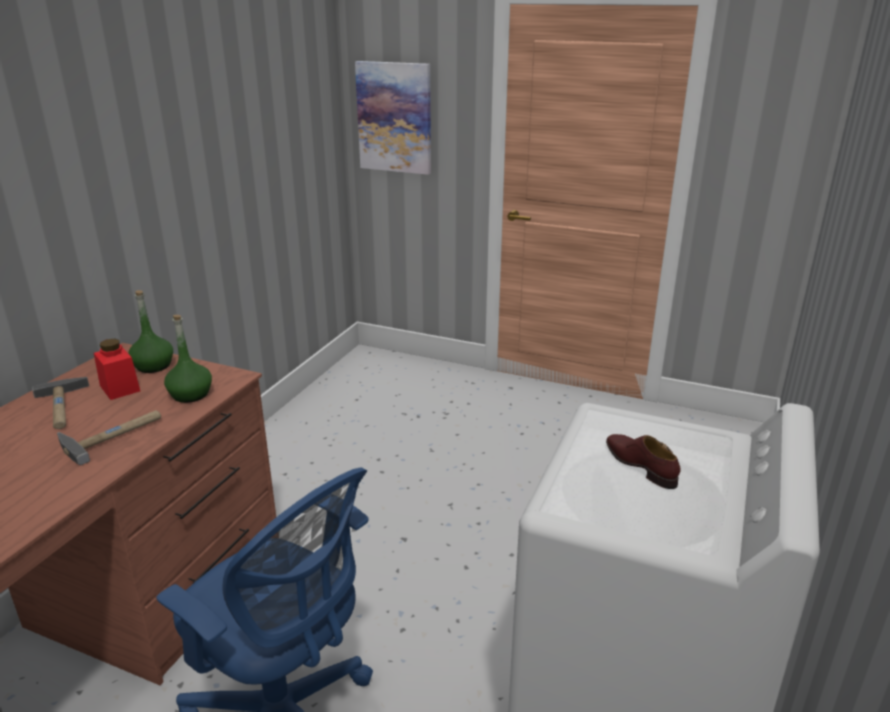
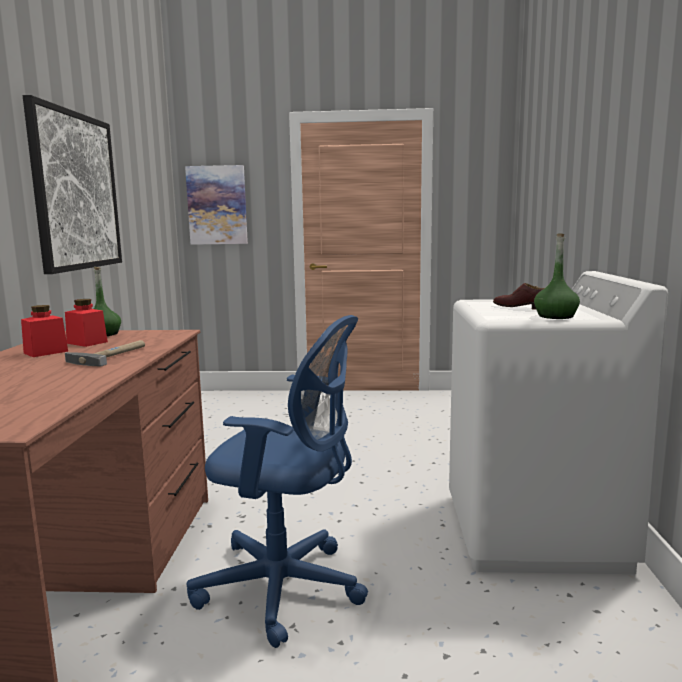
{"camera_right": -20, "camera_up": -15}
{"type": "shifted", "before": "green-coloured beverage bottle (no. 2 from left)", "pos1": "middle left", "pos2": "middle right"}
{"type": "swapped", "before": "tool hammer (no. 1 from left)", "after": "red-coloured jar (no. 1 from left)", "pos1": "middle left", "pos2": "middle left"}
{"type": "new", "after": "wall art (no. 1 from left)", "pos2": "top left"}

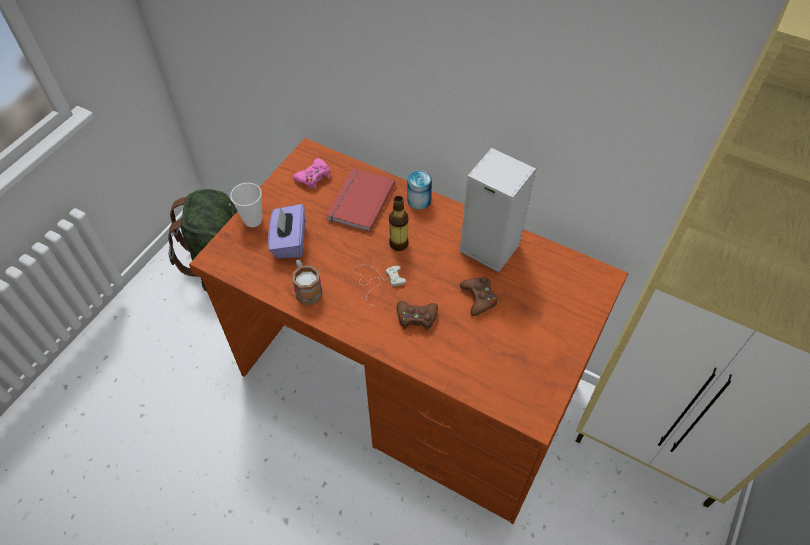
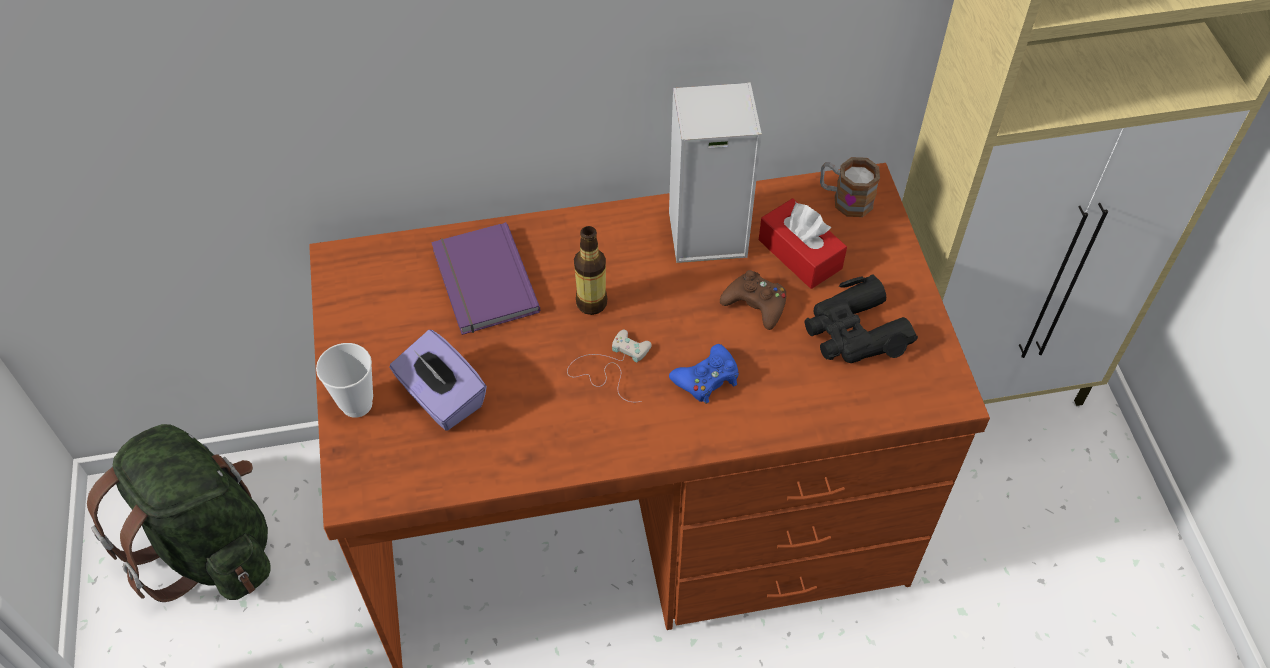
{"camera_right": -40, "camera_up": 0}
{"type": "gone", "before": "pink-coloured game controller", "pos1": "top centre"}
{"type": "repainted", "before": "red-coloured bound book", "after": "purple bound book", "pos1": "centre", "pos2": "centre"}
{"type": "gone", "before": "can", "pos1": "centre"}
{"type": "shifted", "before": "mug", "pos1": "centre", "pos2": "top right"}
{"type": "repainted", "before": "brown-coloured game controller (no. 1 from left)", "after": "bluish game controller", "pos1": "centre", "pos2": "centre"}
{"type": "new", "after": "red-coloured tissue holder", "pos2": "centre"}
{"type": "new", "after": "black binoculars", "pos2": "middle right"}

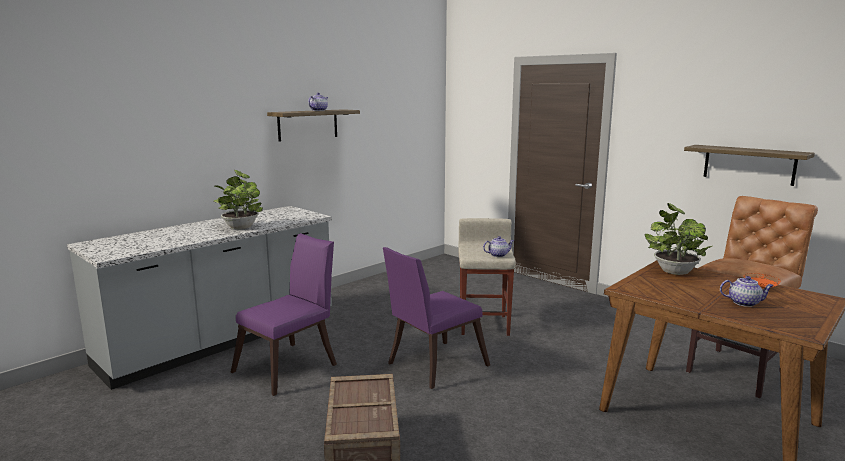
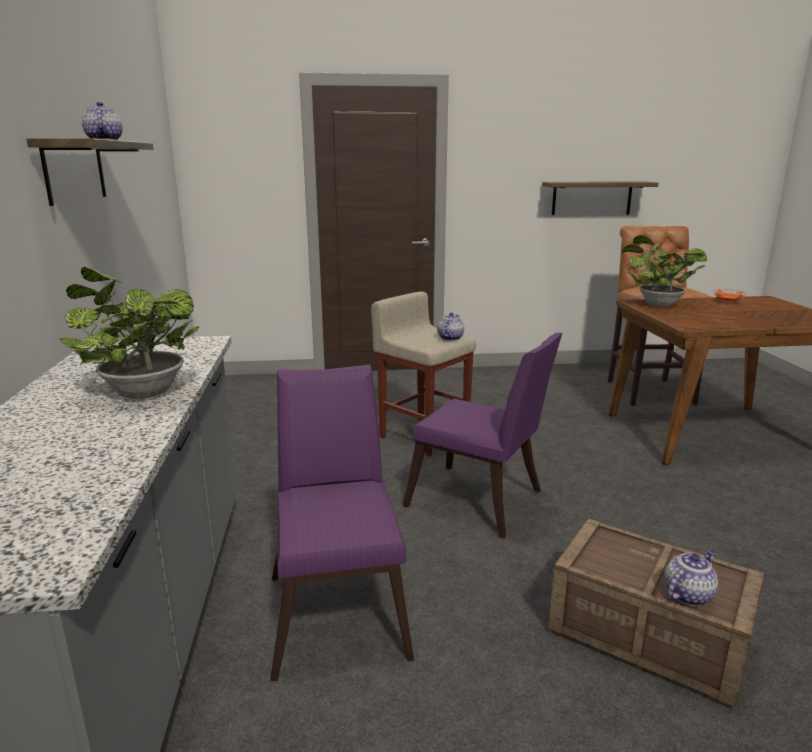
{"camera_right": -50, "camera_up": 5}
{"type": "rotated", "before": "purple plain chair (no. 2 from left)", "pos1": "bottom centre", "pos2": "centre", "turn": -60}
{"type": "shifted", "before": "teapot (no. 3 from left)", "pos1": "middle right", "pos2": "bottom right"}

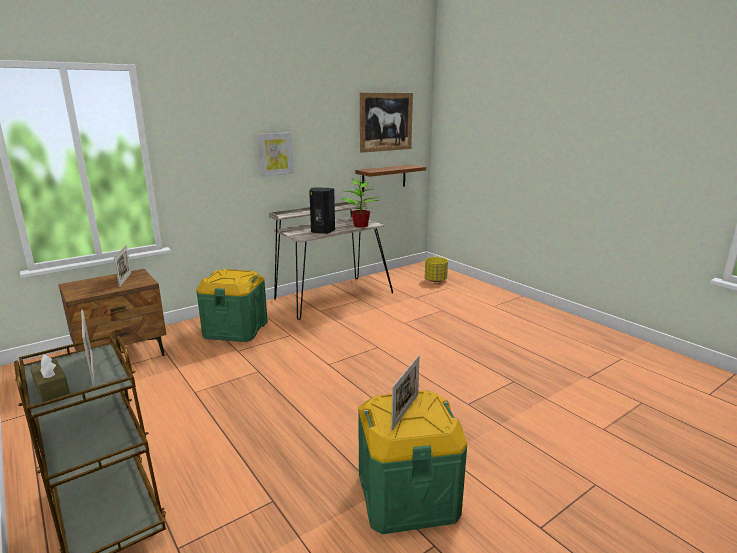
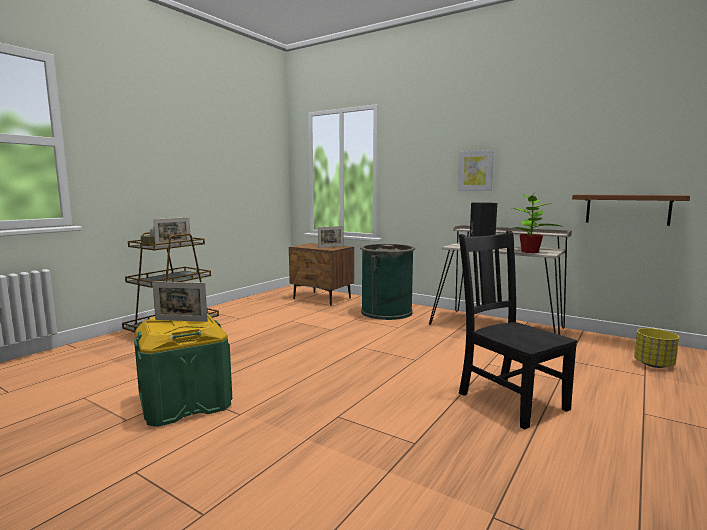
{"camera_right": 70, "camera_up": -10}
{"type": "gone", "before": "wall art (no. 2 from left)", "pos1": "top centre"}
{"type": "swapped", "before": "green-coloured storage container (no. 1 from left)", "after": "green-coloured waste bin", "pos1": "middle left", "pos2": "centre"}
{"type": "new", "after": "black plain chair", "pos2": "middle right"}

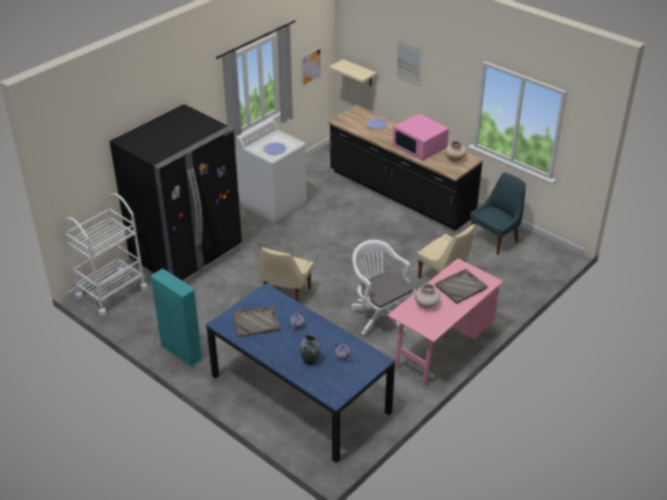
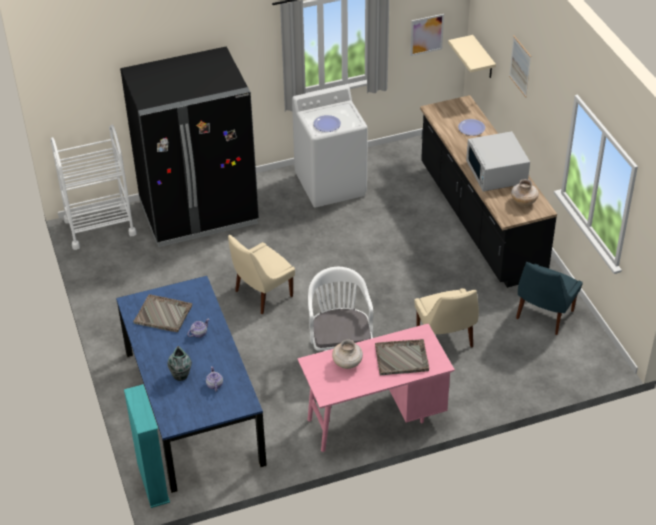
{"camera_right": 30, "camera_up": 5}
{"type": "repainted", "before": "pink-coloured microwave", "after": "white microwave", "pos1": "top centre", "pos2": "top right"}
{"type": "rotated", "before": "bluish plain chair", "pos1": "middle right", "pos2": "middle right", "turn": 135}
{"type": "shifted", "before": "turquoise bookshelf", "pos1": "middle left", "pos2": "bottom left"}

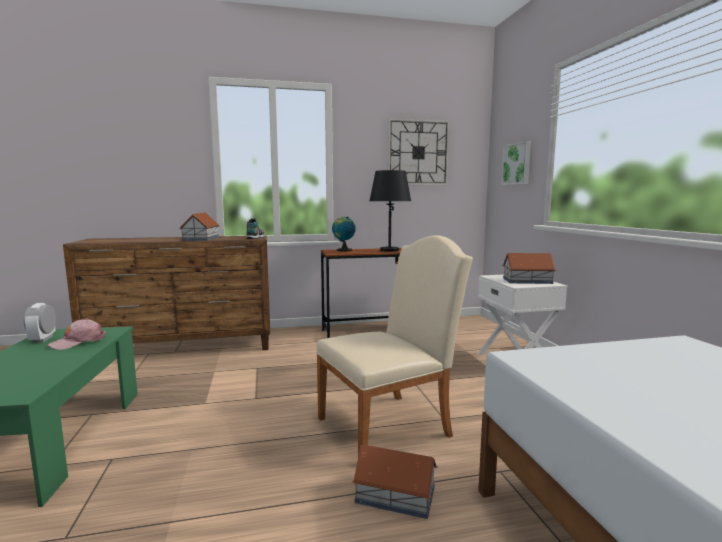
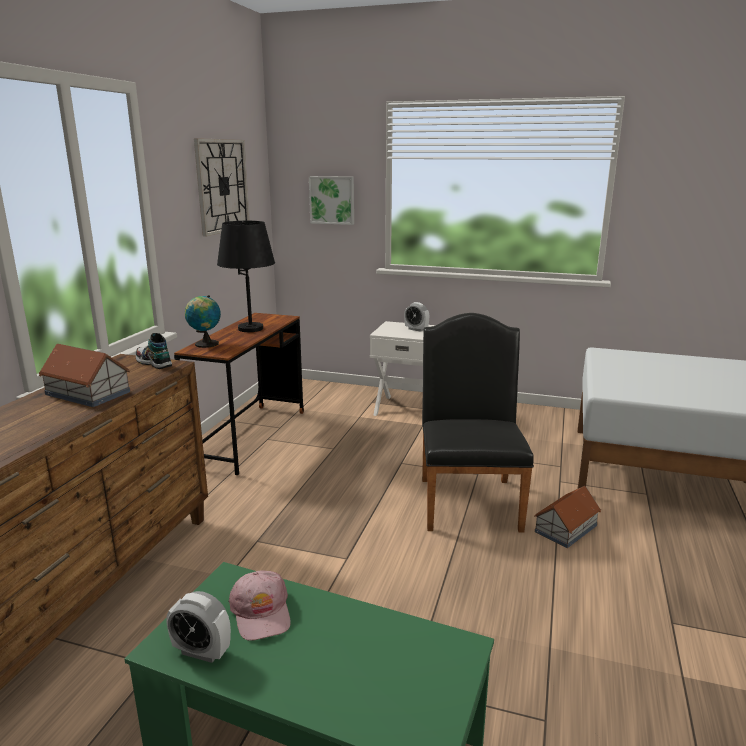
{"camera_right": -60, "camera_up": 10}
{"type": "repainted", "before": "beige plain chair", "after": "black plain chair", "pos1": "centre", "pos2": "centre"}
{"type": "swapped", "before": "miniature house (no. 3 from left)", "after": "table clock (no. 2 from left)", "pos1": "middle right", "pos2": "centre"}

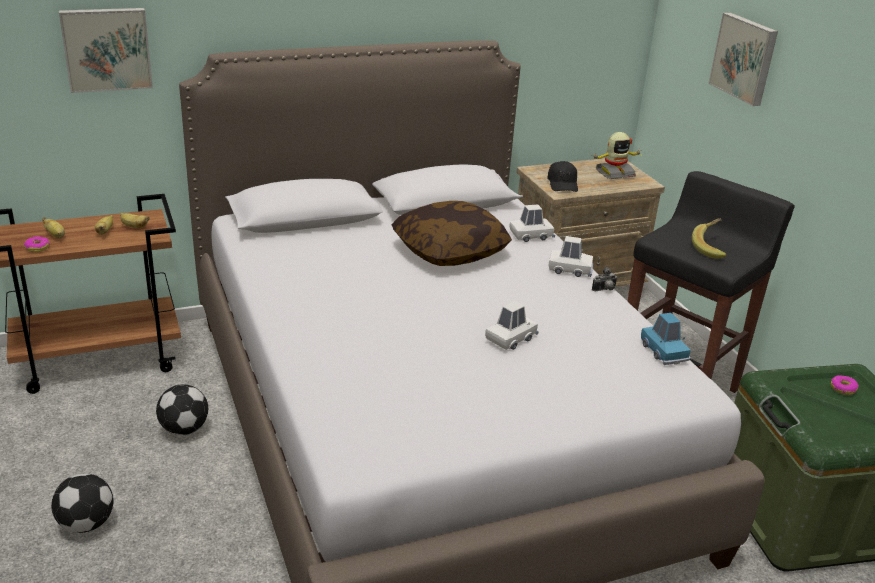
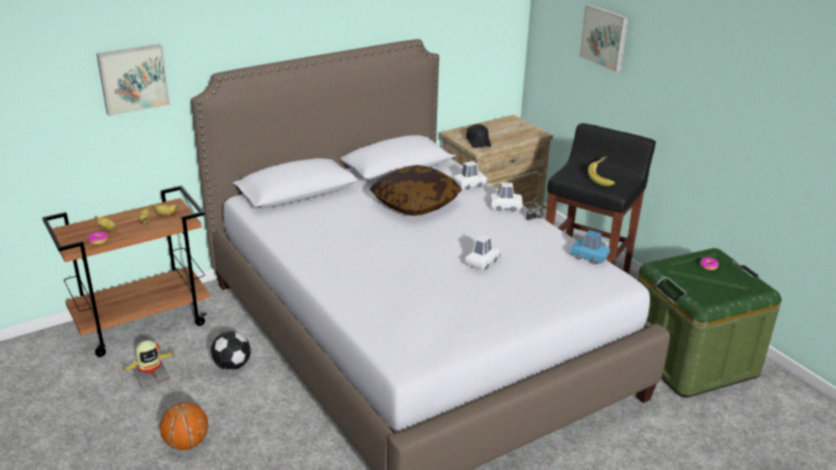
{"camera_right": -10, "camera_up": 0}
{"type": "shifted", "before": "model robot", "pos1": "top right", "pos2": "bottom left"}
{"type": "rotated", "before": "bluish toy car", "pos1": "middle right", "pos2": "middle right", "turn": 150}
{"type": "swapped", "before": "football ball (no. 1 from left)", "after": "basketball ball", "pos1": "bottom left", "pos2": "bottom left"}

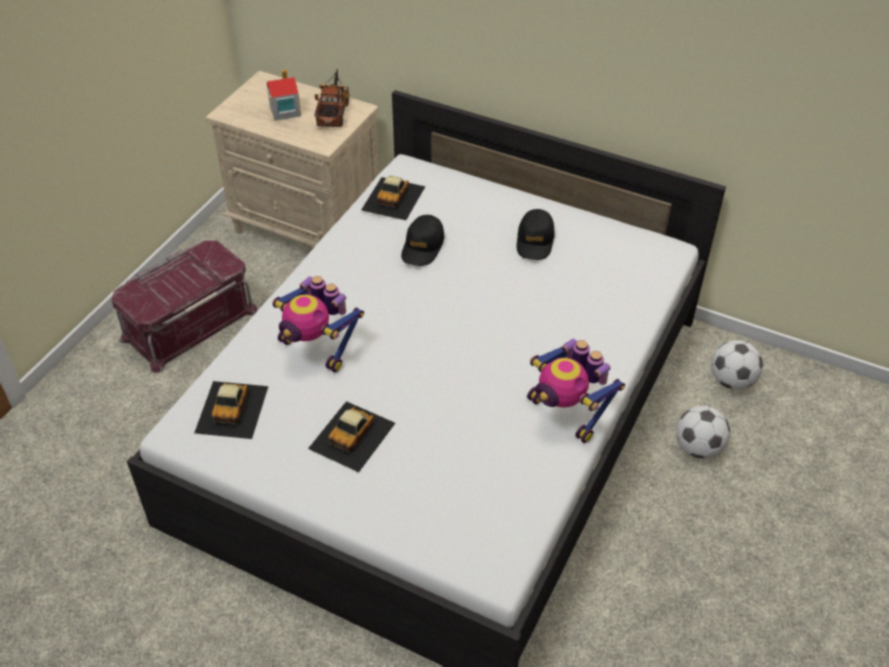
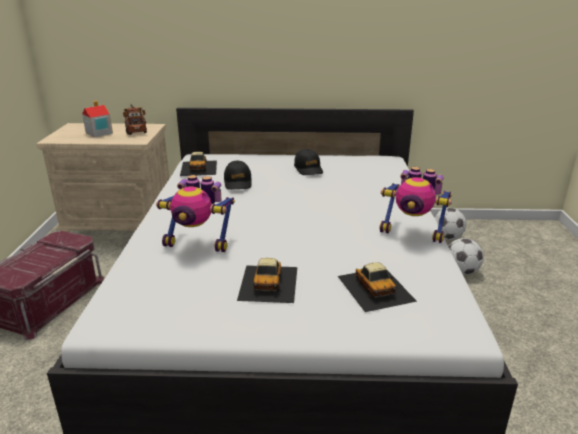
{"camera_right": -25, "camera_up": -20}
{"type": "shifted", "before": "toy car (no. 1 from left in the first image)", "after": "toy car (no. 3 from left)", "pos1": "middle left", "pos2": "centre"}

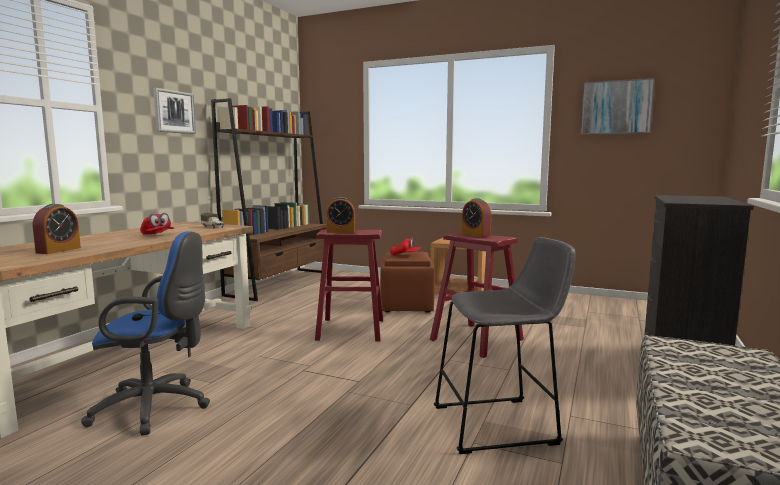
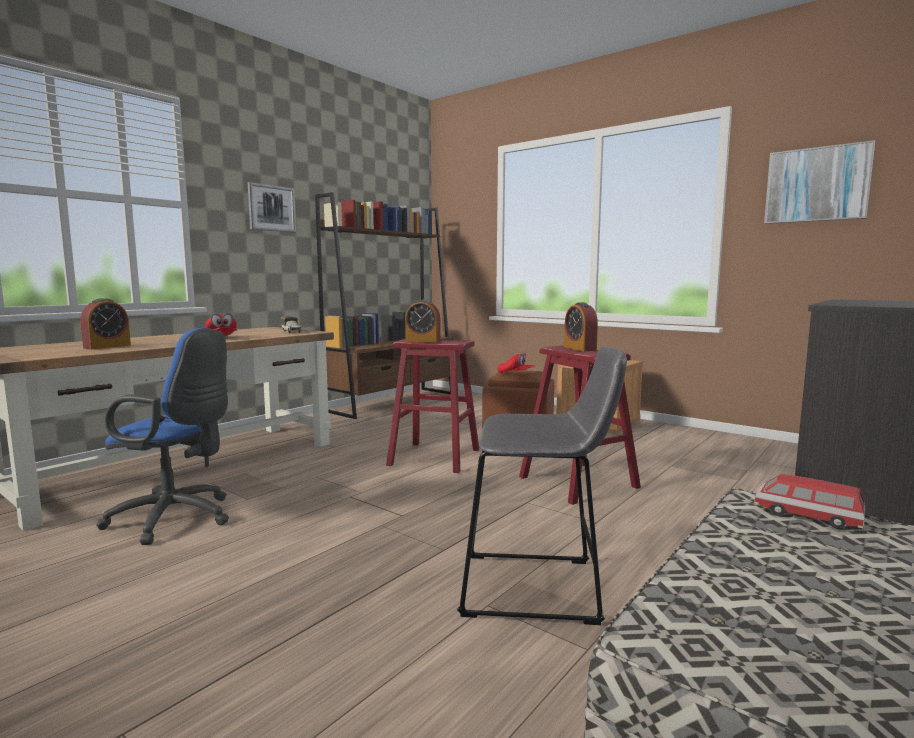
{"camera_right": 15, "camera_up": 0}
{"type": "new", "after": "toy car", "pos2": "bottom right"}

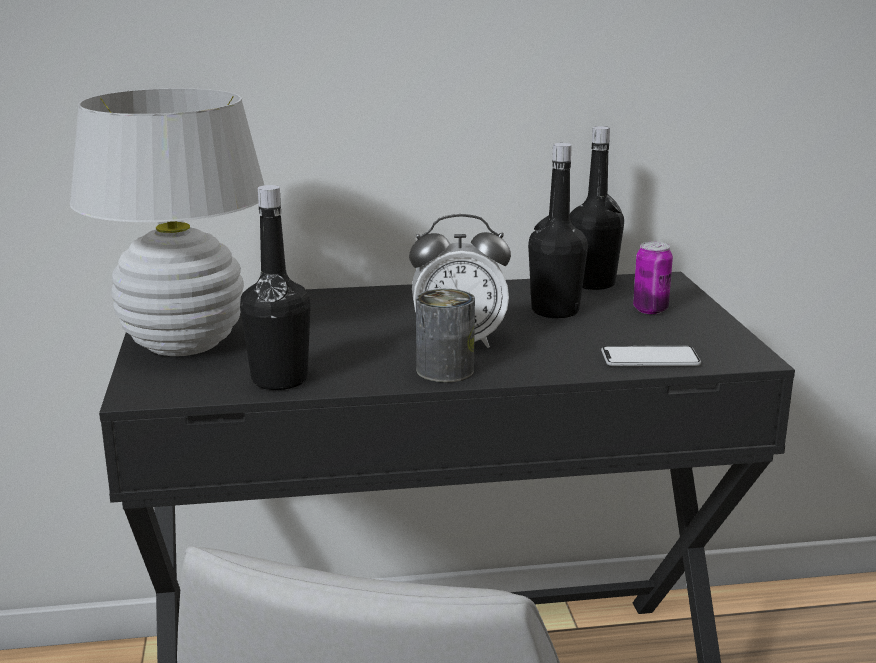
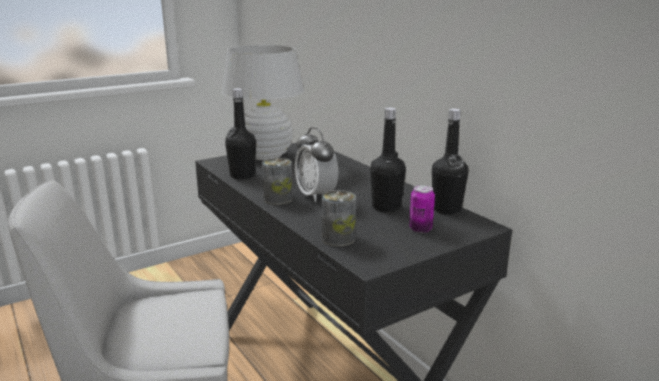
{"camera_right": 65, "camera_up": 0}
{"type": "swapped", "before": "phone", "after": "can (no. 2 from left)", "pos1": "middle right", "pos2": "centre"}

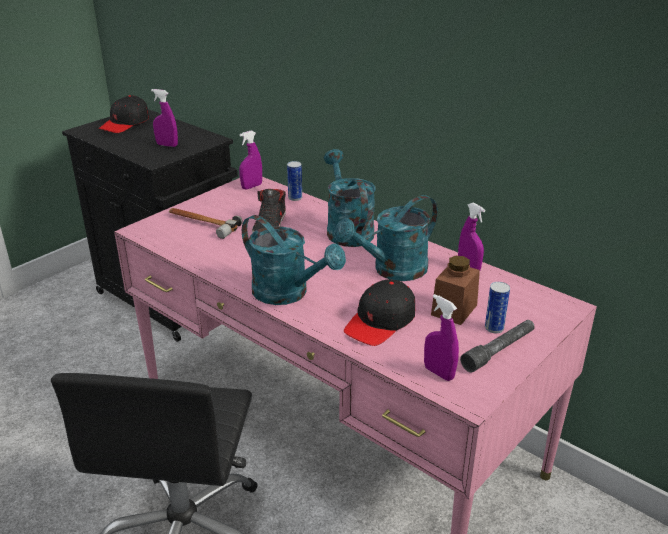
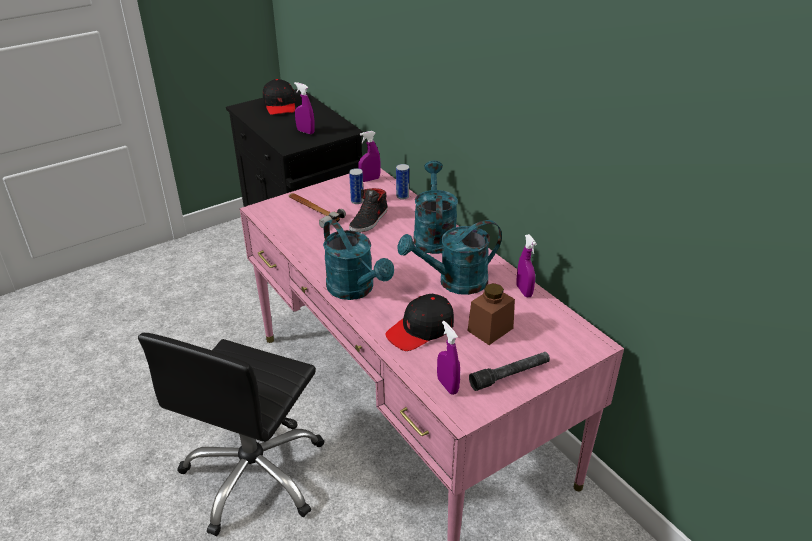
{"camera_right": 15, "camera_up": 5}
{"type": "rotated", "before": "black peaked cap (no. 1 from left)", "pos1": "top left", "pos2": "top centre", "turn": -60}
{"type": "shifted", "before": "can (no. 2 from left in the first image)", "after": "can (no. 1 from left)", "pos1": "middle right", "pos2": "centre"}

